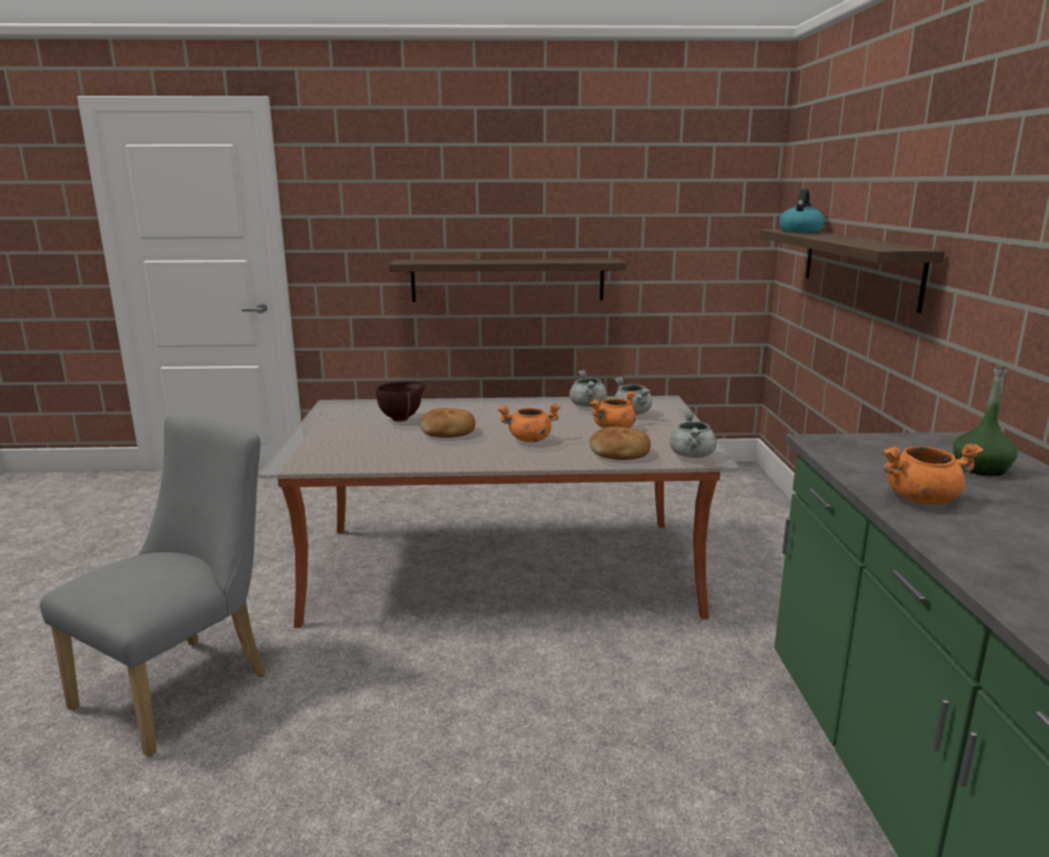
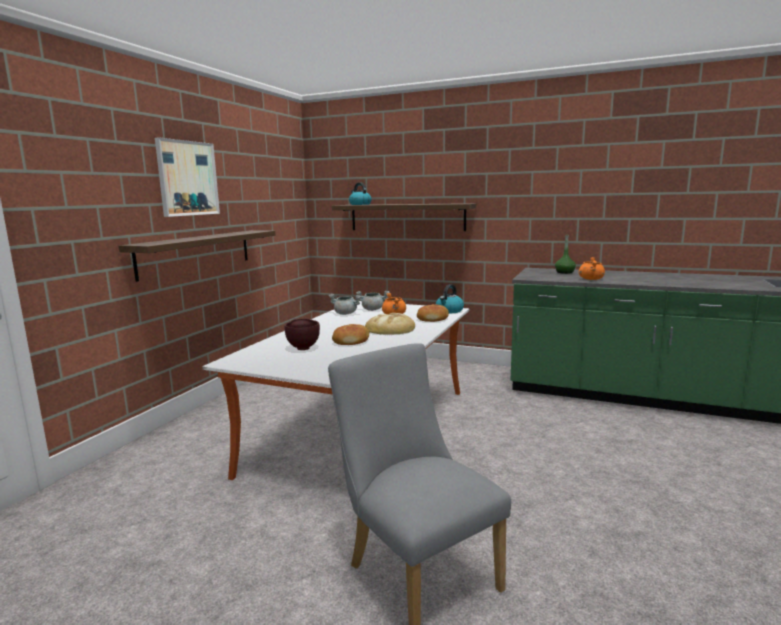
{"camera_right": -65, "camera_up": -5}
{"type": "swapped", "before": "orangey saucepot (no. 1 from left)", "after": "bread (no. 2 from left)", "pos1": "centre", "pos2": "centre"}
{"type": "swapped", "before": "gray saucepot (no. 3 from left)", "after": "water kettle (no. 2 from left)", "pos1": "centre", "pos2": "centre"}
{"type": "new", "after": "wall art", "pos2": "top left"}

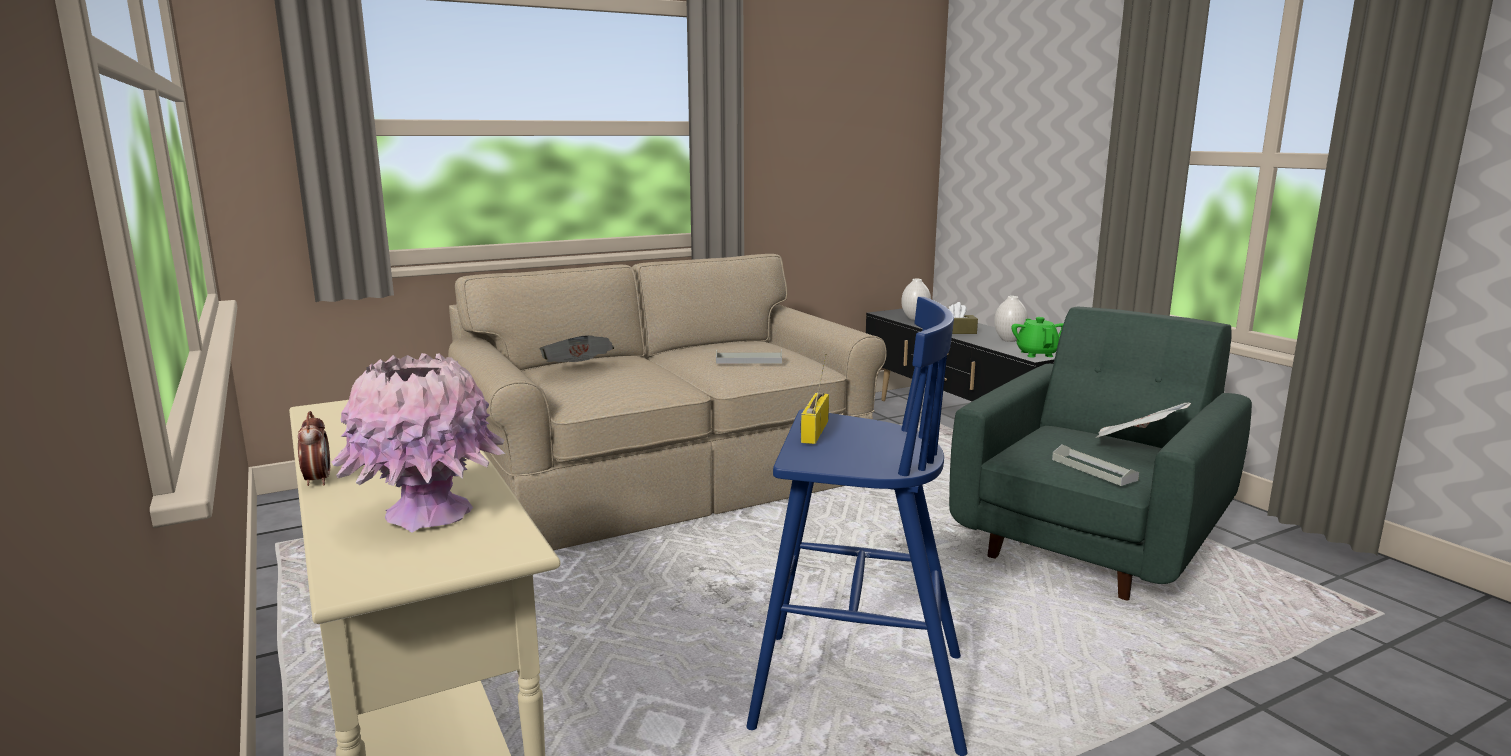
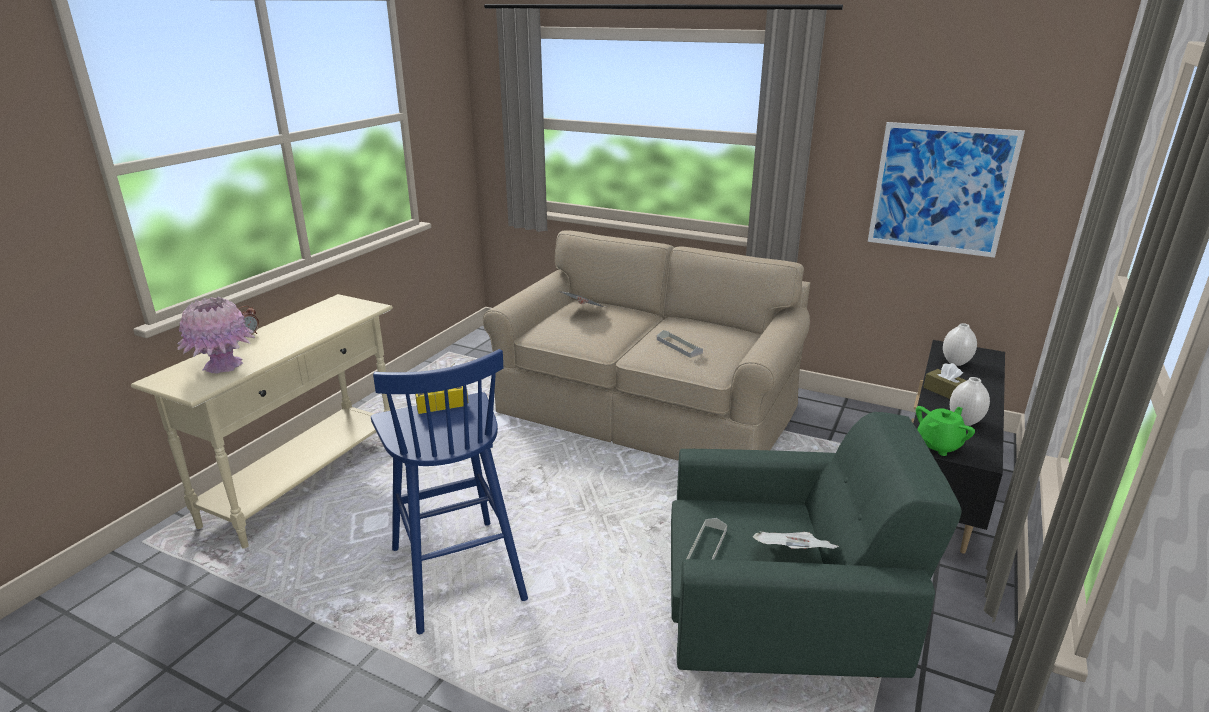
{"camera_right": 55, "camera_up": 10}
{"type": "new", "after": "wall art", "pos2": "top right"}

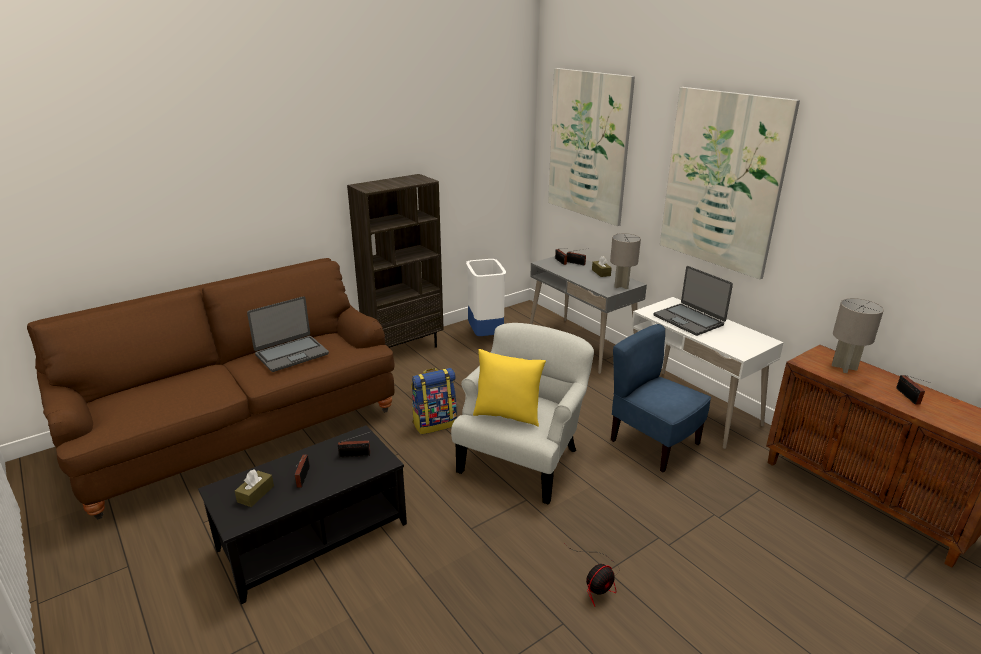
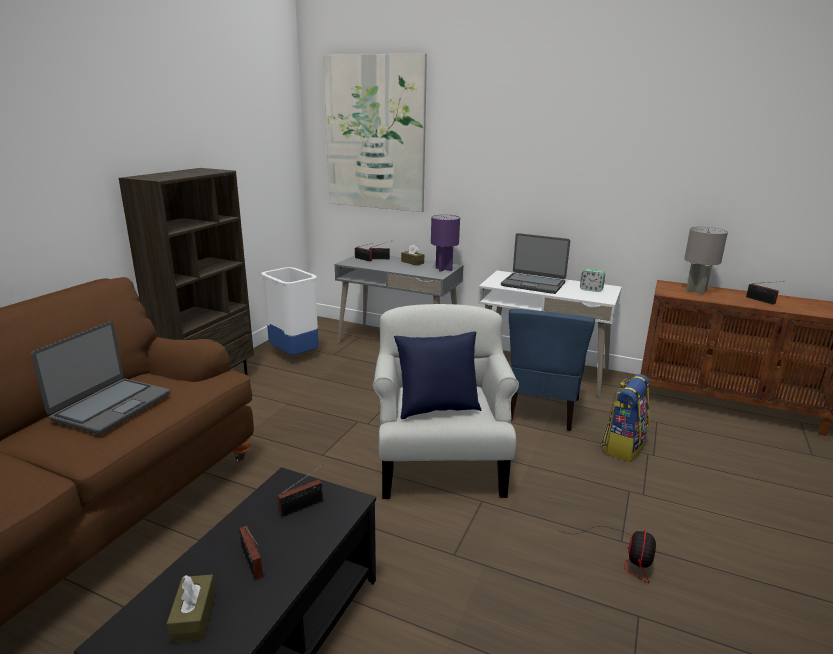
{"camera_right": -30, "camera_up": -5}
{"type": "gone", "before": "wall art (no. 2 from left)", "pos1": "top right"}
{"type": "repainted", "before": "gray table lamp (no. 1 from left)", "after": "purple table lamp", "pos1": "centre", "pos2": "centre"}
{"type": "rotated", "before": "bluish plain chair", "pos1": "middle right", "pos2": "centre", "turn": -90}
{"type": "repainted", "before": "yellow-coloured pillow", "after": "bluish pillow", "pos1": "centre", "pos2": "centre"}
{"type": "shifted", "before": "knapsack", "pos1": "centre", "pos2": "middle right"}
{"type": "new", "after": "table clock", "pos2": "middle right"}

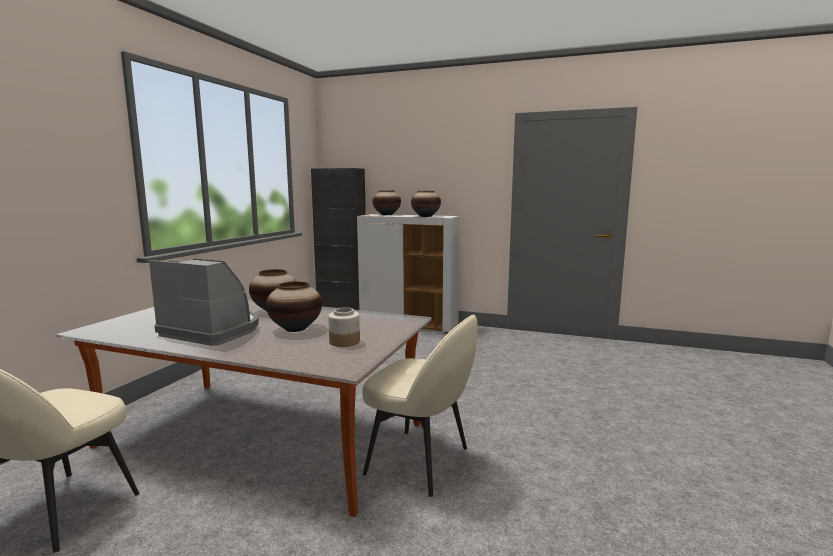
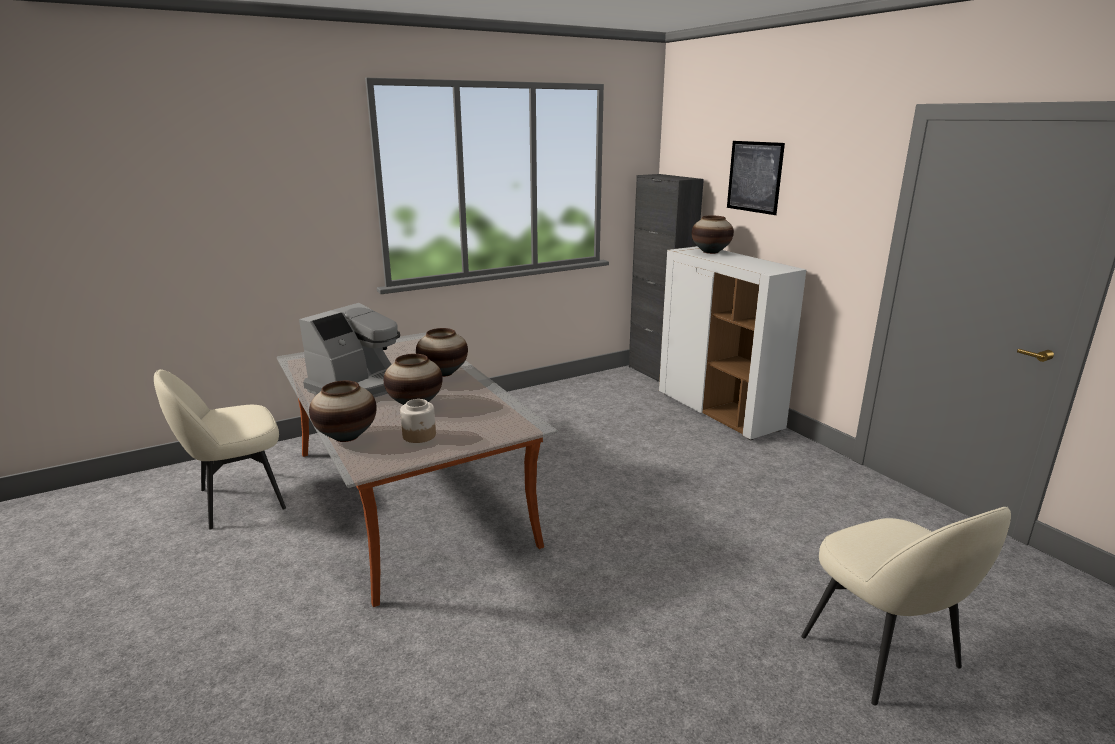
{"camera_right": 40, "camera_up": 10}
{"type": "shifted", "before": "vase (no. 4 from left in the first image)", "after": "vase (no. 1 from left)", "pos1": "centre", "pos2": "middle left"}
{"type": "rotated", "before": "coffee brewer", "pos1": "middle left", "pos2": "middle left", "turn": 60}
{"type": "shifted", "before": "beige plain chair (no. 2 from left)", "pos1": "bottom centre", "pos2": "bottom right"}
{"type": "new", "after": "wall art", "pos2": "top right"}

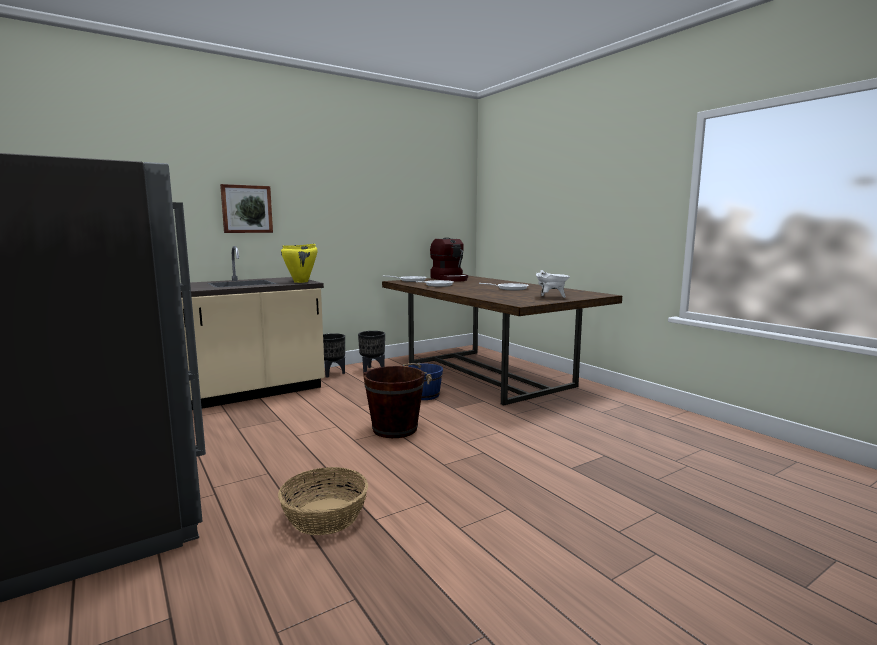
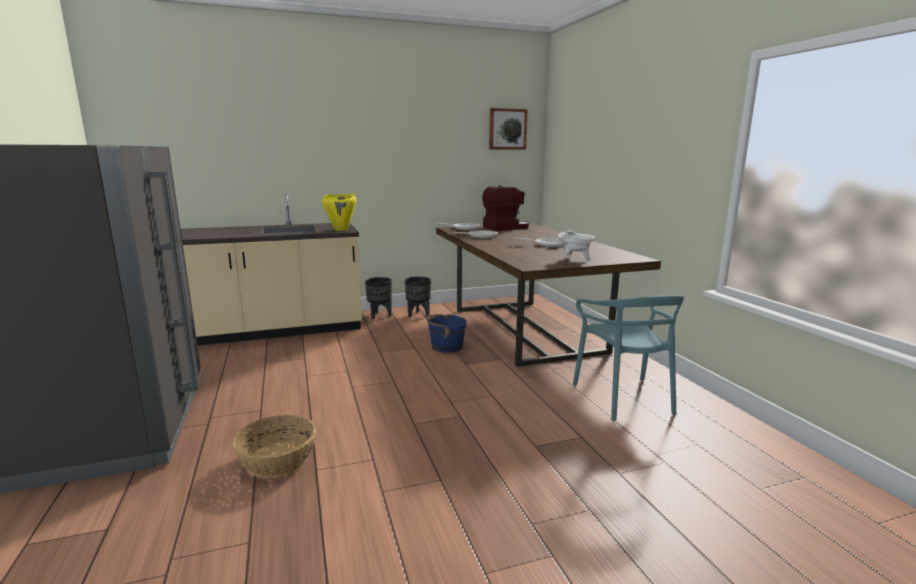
{"camera_right": 15, "camera_up": 5}
{"type": "shifted", "before": "wall art", "pos1": "top left", "pos2": "top centre"}
{"type": "rotated", "before": "coffee brewer", "pos1": "centre", "pos2": "centre", "turn": -105}
{"type": "gone", "before": "brown-coloured bucket", "pos1": "centre"}
{"type": "new", "after": "turquoise plain chair", "pos2": "middle right"}

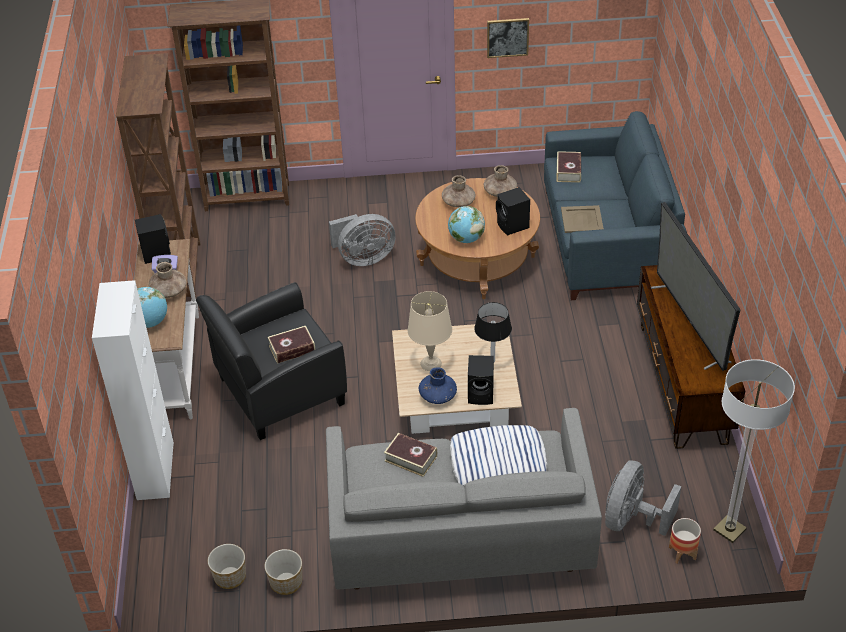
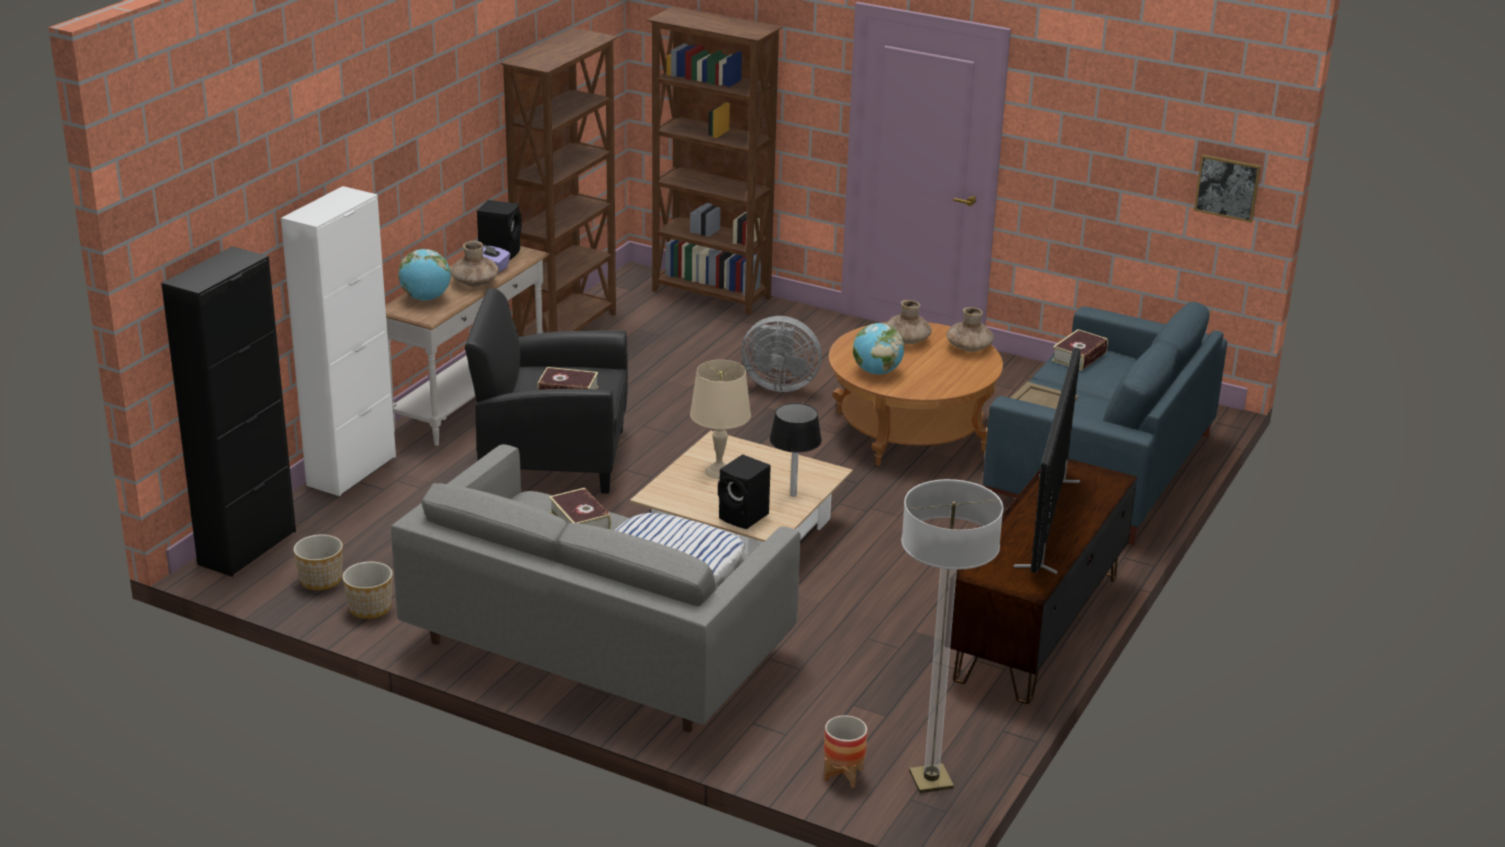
{"camera_right": 30, "camera_up": -15}
{"type": "shifted", "before": "wall art", "pos1": "top centre", "pos2": "top right"}
{"type": "gone", "before": "black audio speaker (no. 3 from left)", "pos1": "centre"}
{"type": "gone", "before": "bluish vase", "pos1": "centre"}
{"type": "gone", "before": "gray cooling fan (no. 2 from left)", "pos1": "bottom right"}
{"type": "new", "after": "black storage cabinet", "pos2": "middle left"}

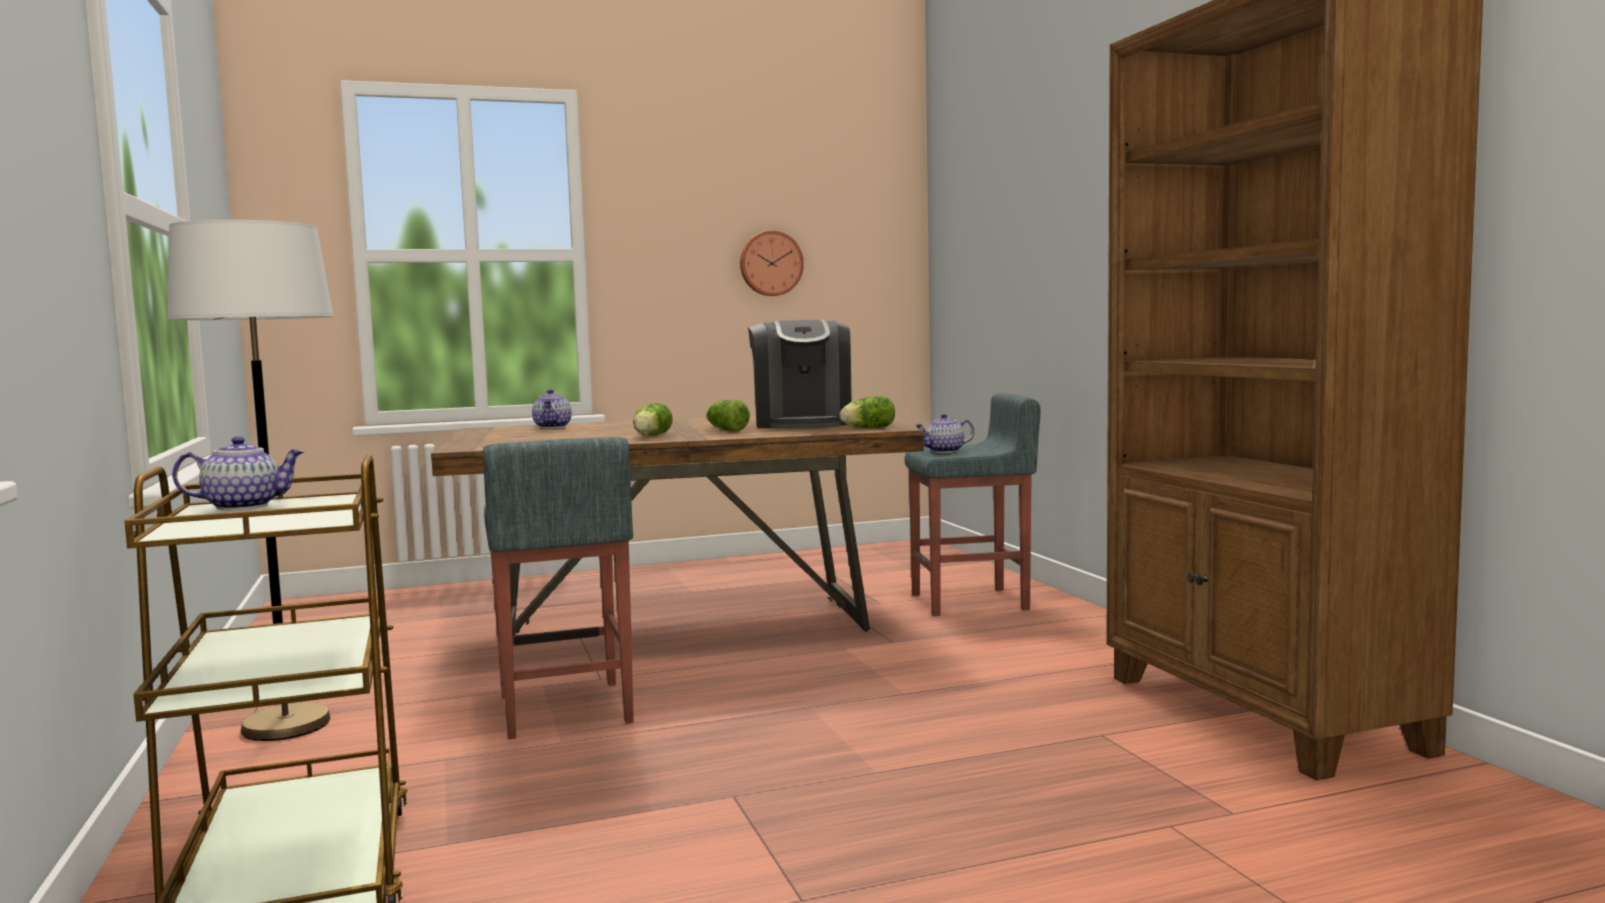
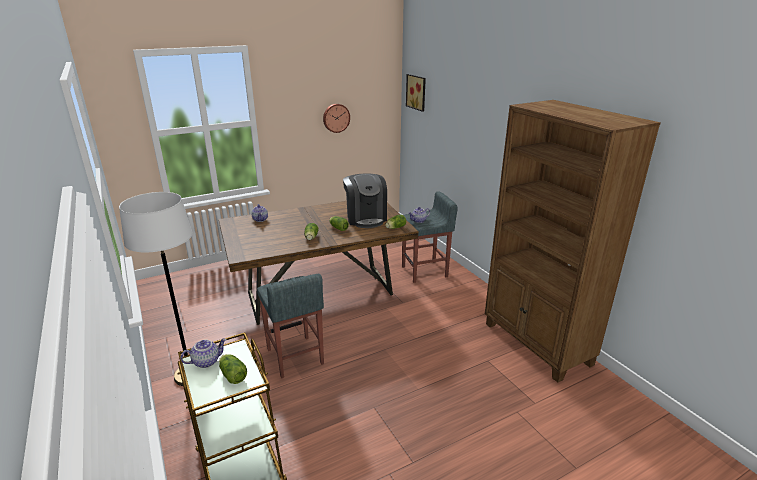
{"camera_right": -10, "camera_up": 20}
{"type": "new", "after": "wall art", "pos2": "top centre"}
{"type": "new", "after": "head of lettuce (no. 1 from left)", "pos2": "bottom left"}

